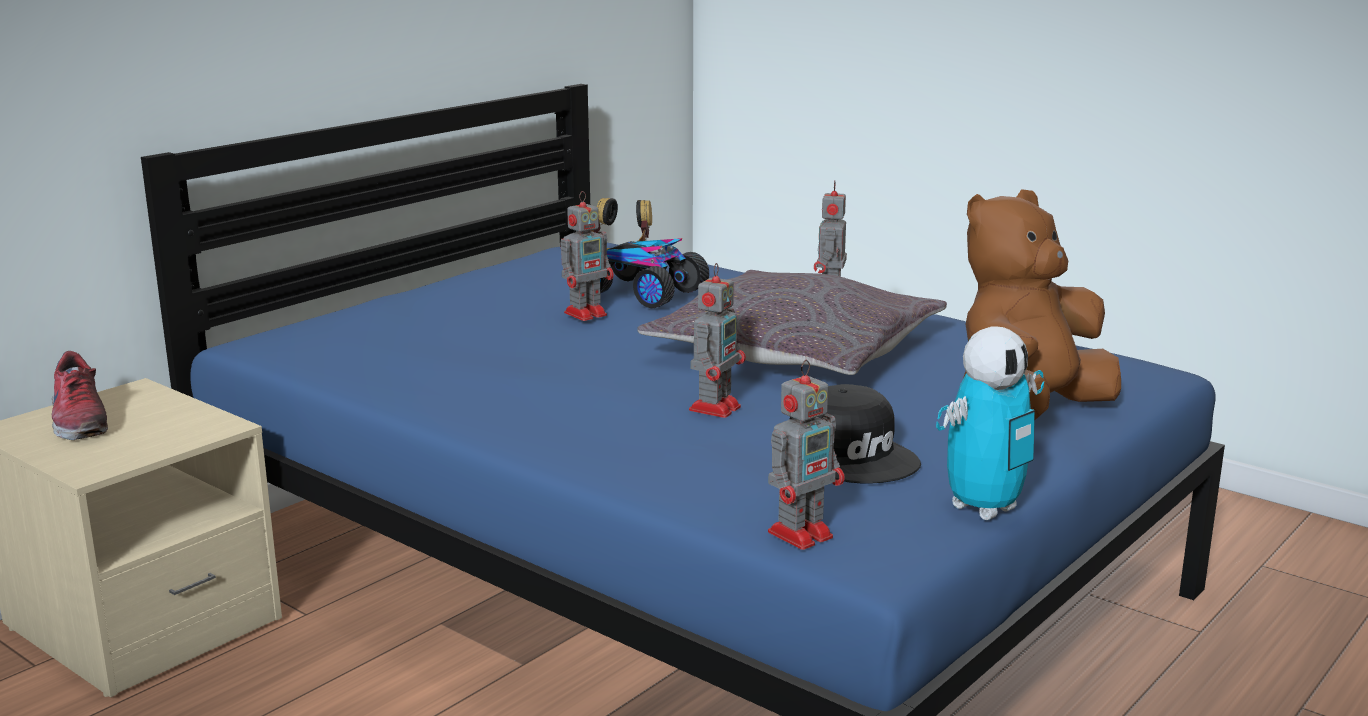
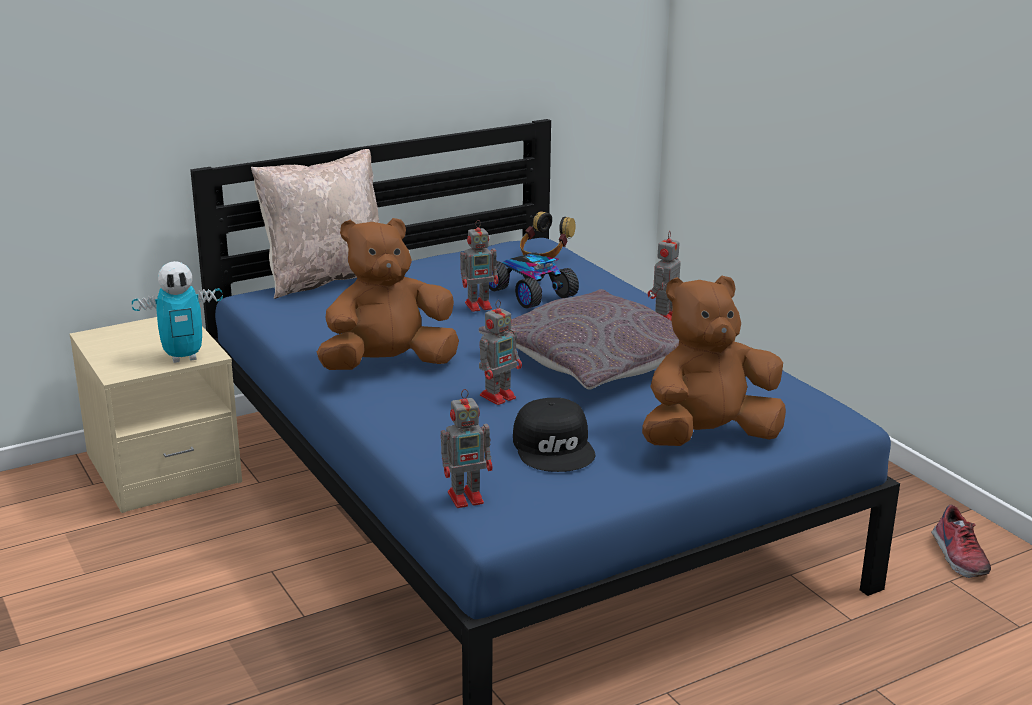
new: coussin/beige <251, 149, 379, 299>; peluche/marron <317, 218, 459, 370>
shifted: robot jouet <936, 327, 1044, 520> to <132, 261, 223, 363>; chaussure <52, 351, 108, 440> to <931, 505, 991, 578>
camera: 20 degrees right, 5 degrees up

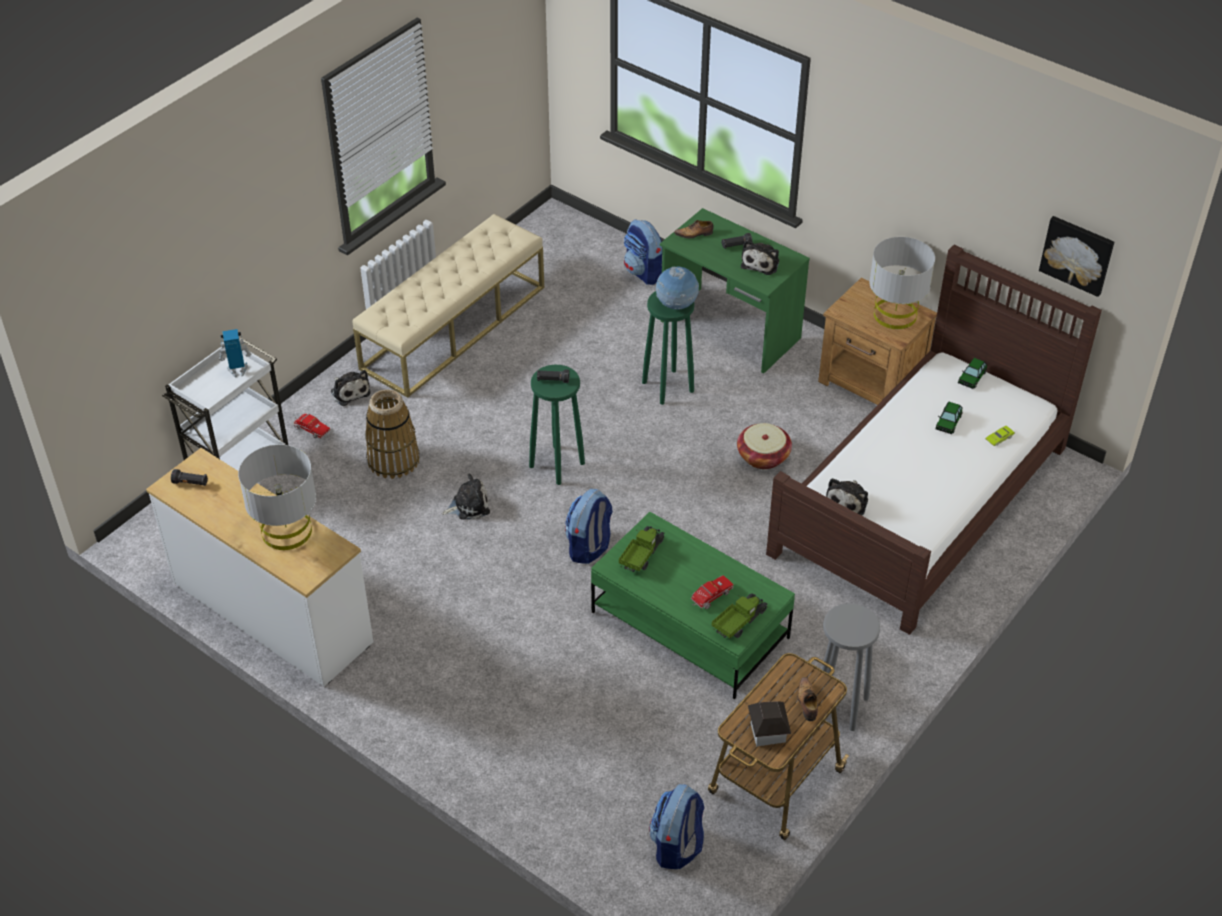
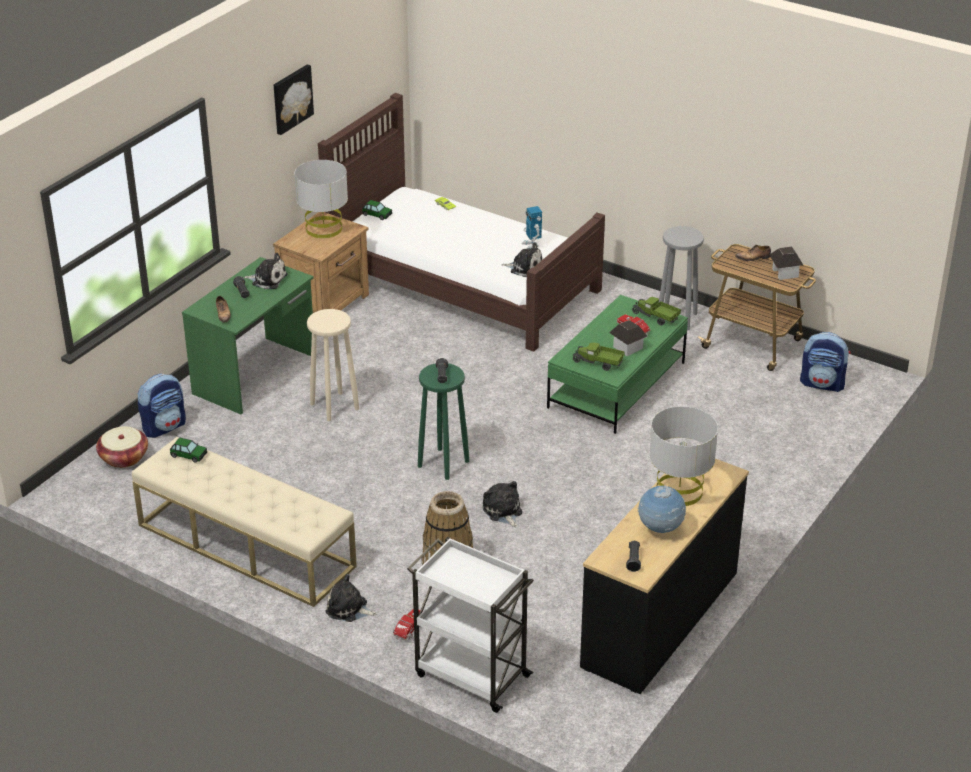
gone: sac à dos <565, 489, 613, 564>
new: maison miniature <610, 320, 648, 356>
shifted: tableau <1039, 216, 1114, 297> to <274, 64, 314, 135>; globe <656, 266, 699, 310> to <637, 485, 686, 533>; robot jouet <219, 329, 251, 377> to <521, 206, 542, 249>; petite voiture <936, 402, 963, 434> to <170, 437, 207, 463>; panier <737, 423, 792, 469> to <96, 426, 148, 468>
repainted: tabouret/vert <642, 291, 695, 405> to tabouret/beige <307, 309, 359, 421>; commode/blanc <146, 448, 374, 686> to commode/noir <580, 459, 749, 694>
rotated: peluche <331, 370, 371, 406> = <325, 574, 377, 622> 120 degrees counterclockwise
camera: 95 degrees left, 10 degrees down

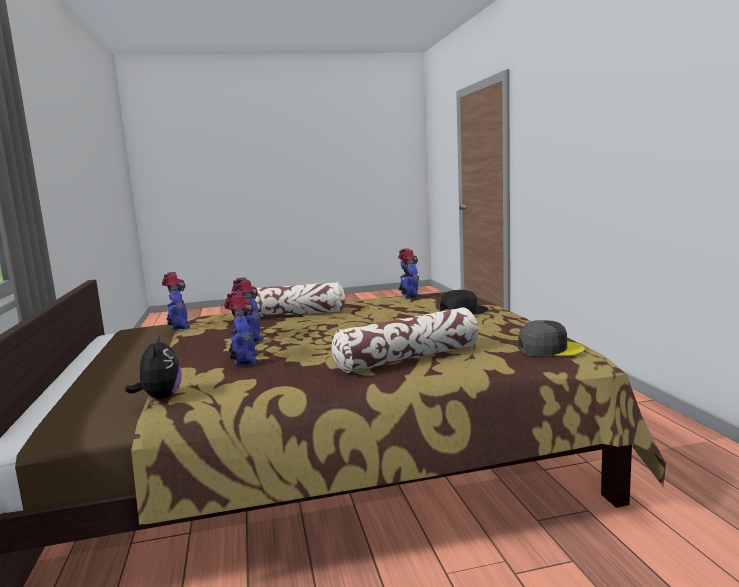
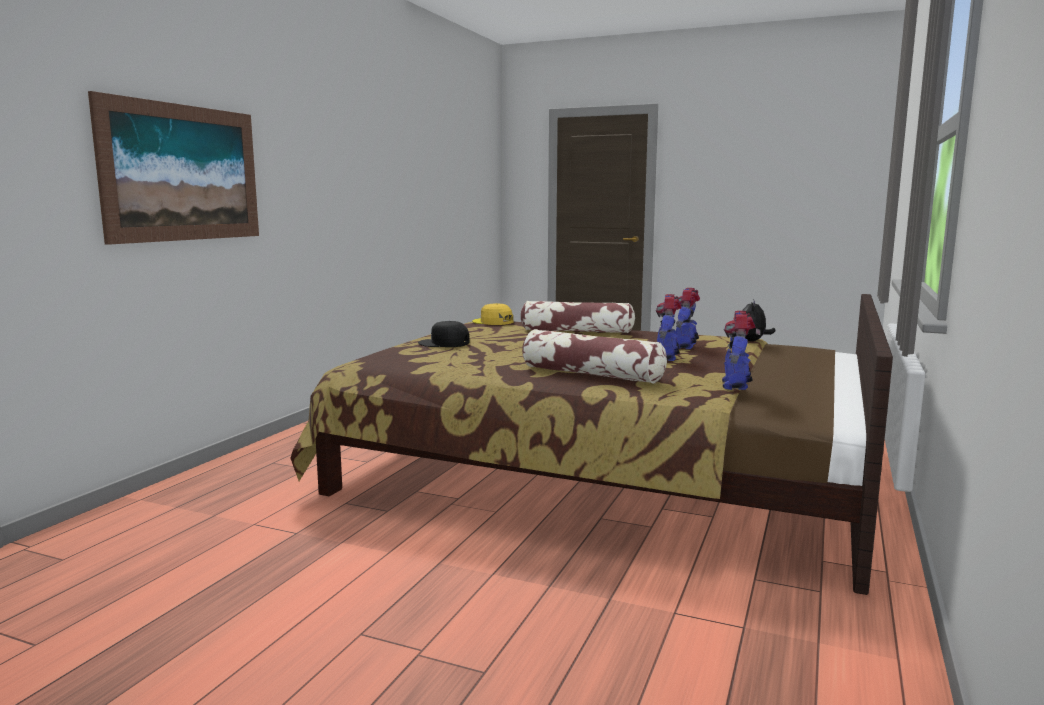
gone: robot jouet <398, 248, 420, 298>
new: tableau <88, 91, 259, 245>
repainted: casquette/gris <518, 320, 585, 356> to casquette/jaune <472, 303, 514, 325>
camera: 145 degrees left, 0 degrees up

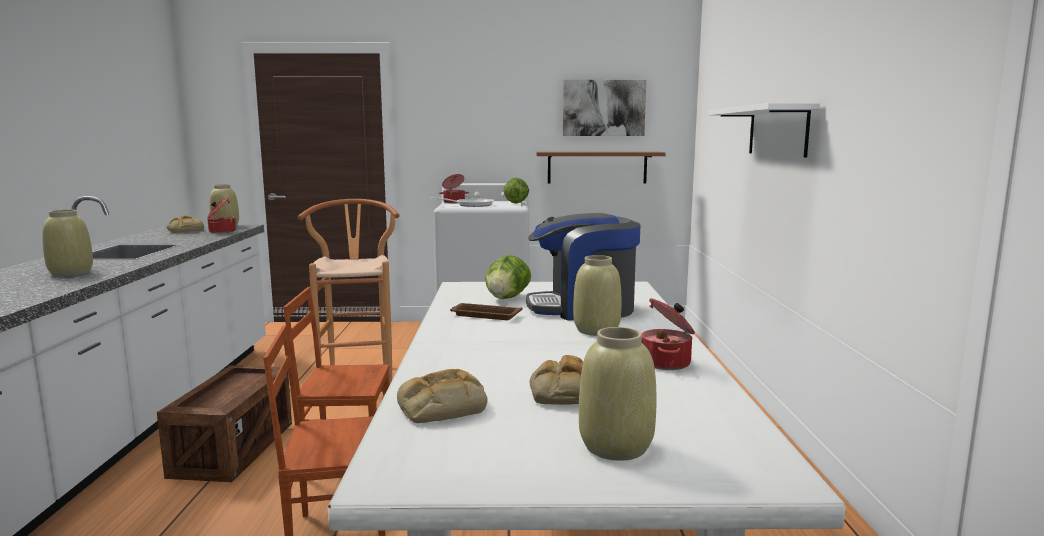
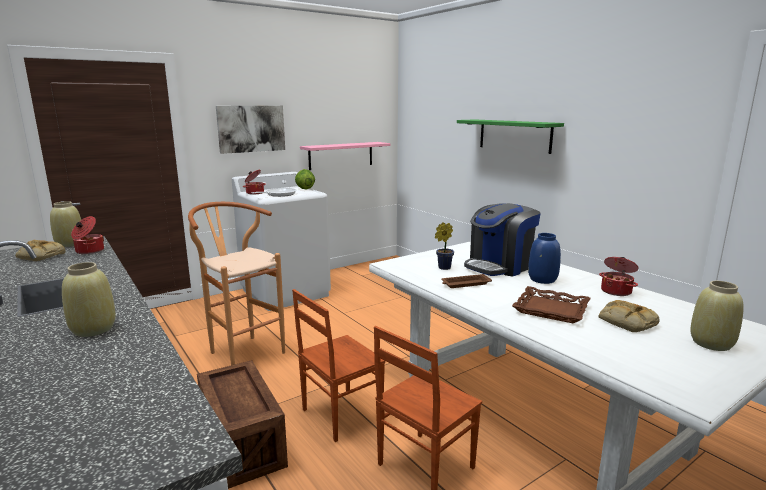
gone: pain <397, 369, 488, 423>
new: plateau/marron <512, 286, 591, 323>
shifted: tableau <563, 80, 646, 136> to <216, 106, 285, 154>
swapped: laitue <485, 255, 531, 299> to plante en pot <435, 222, 454, 270>
repainted: étagère/blanc <709, 103, 820, 157> to étagère/vert <457, 119, 564, 154>; étagère/marron <536, 152, 666, 184> to étagère/rose <300, 142, 391, 170>; vase/beige <573, 255, 621, 336> to vase/bleu <528, 233, 561, 284>
camera: 35 degrees left, 5 degrees up

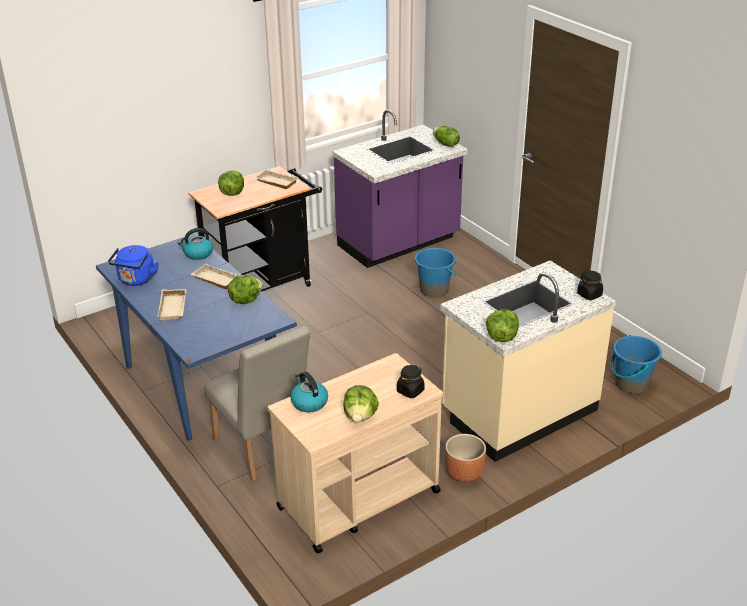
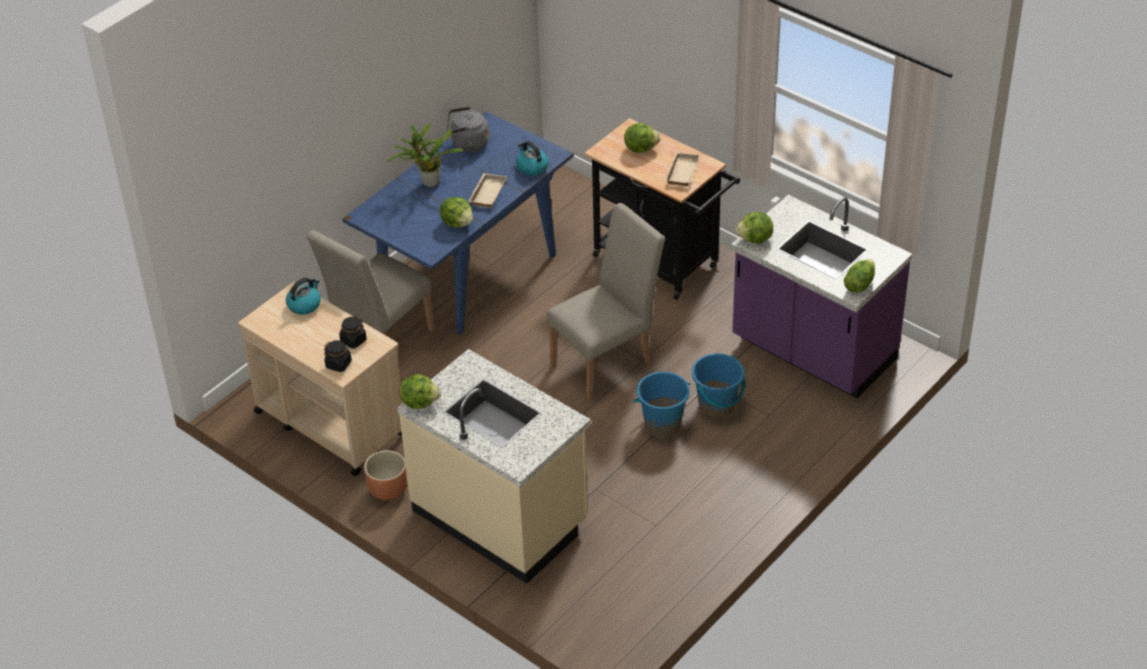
new: chaise/beige <547, 203, 665, 400>
shifted: bocal/noir <577, 270, 603, 300> to <339, 316, 367, 349>; seau/bleu <611, 335, 662, 393> to <633, 372, 691, 436>; laitue <343, 385, 379, 422> to <735, 212, 773, 244>
swapped: plateau/beige <157, 289, 186, 321> to plante en pot <388, 123, 463, 187>
repainted: bouilloire/bleu <108, 245, 159, 286> to bouilloire/gris <447, 107, 489, 152>
camera: 75 degrees right, 10 degrees up

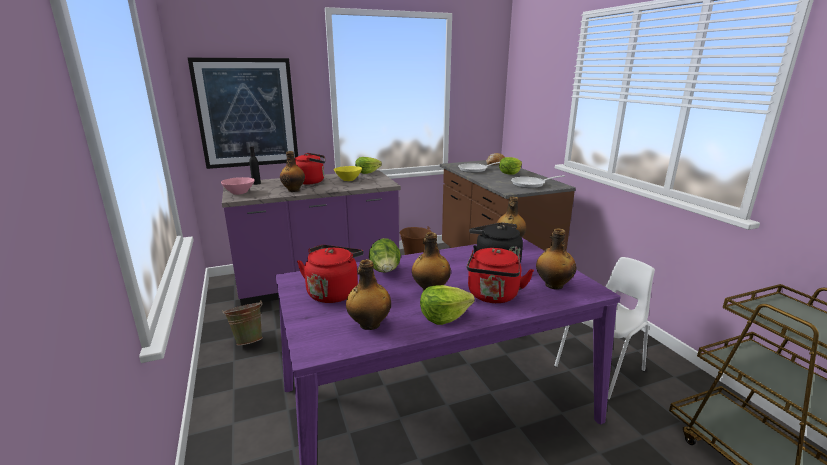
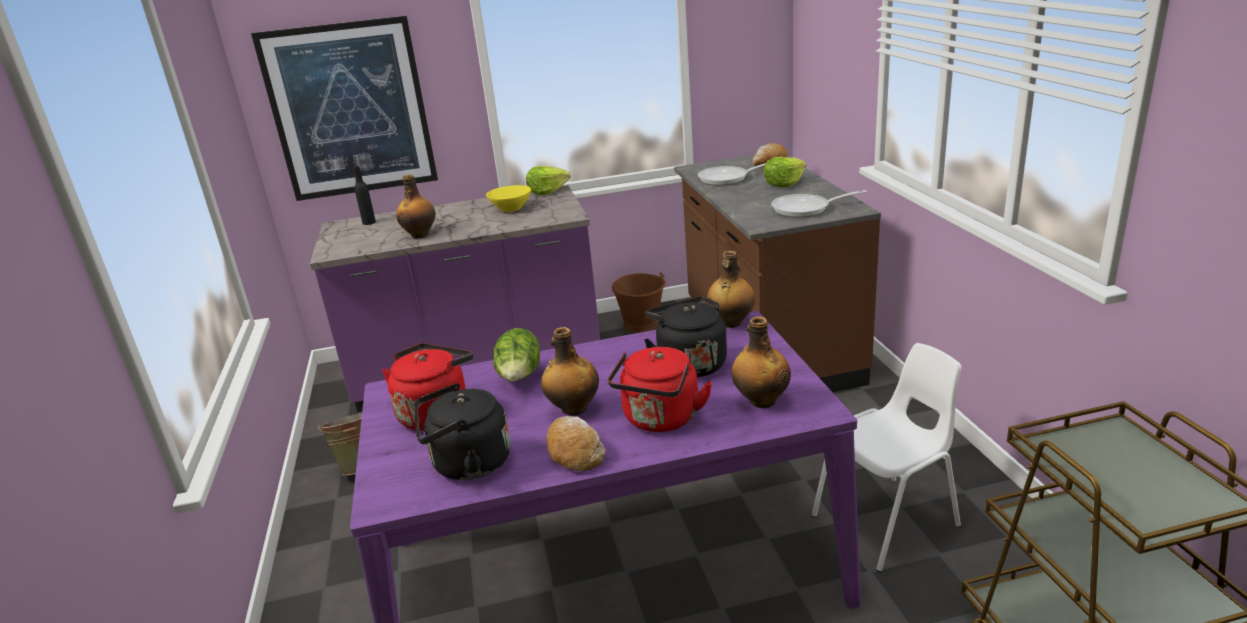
gone: bouilloire/rouge <295, 153, 325, 185>; bol/rose <221, 177, 255, 195>
swapped: bouteille <346, 259, 391, 330> to bouilloire/noir <414, 383, 510, 480>; laitue <420, 285, 475, 325> to pain <546, 416, 606, 471>
camera: 10 degrees right, 5 degrees up

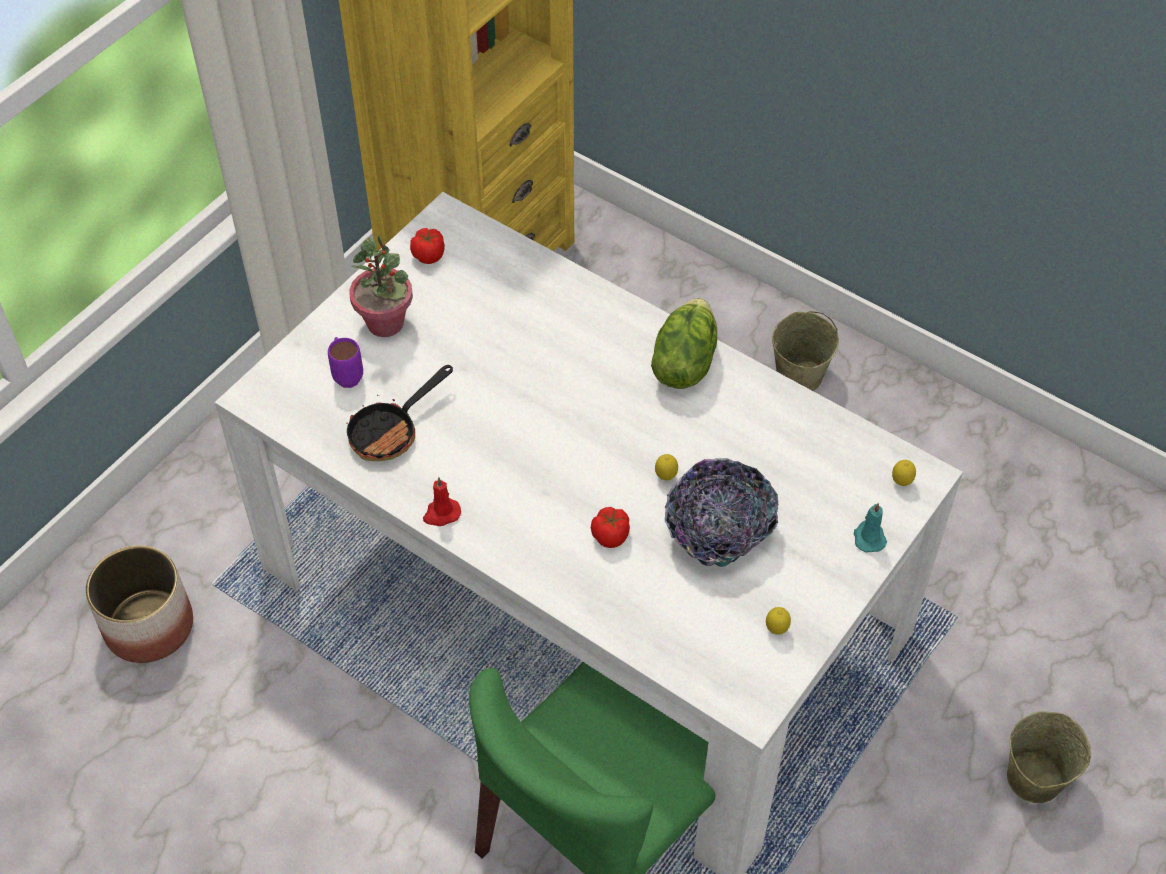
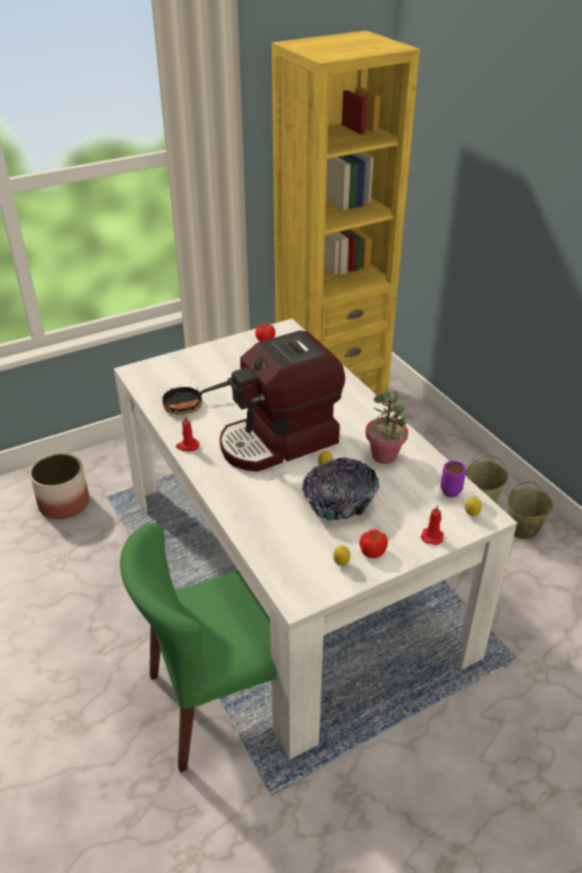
gone: laitue <651, 298, 717, 389>
new: machine à café <220, 330, 345, 472>
shifted: plante en pot <349, 235, 413, 337> to <365, 390, 408, 464>; mug/violet <328, 337, 363, 388> to <441, 461, 466, 498>; tomate <591, 507, 630, 548> to <359, 529, 388, 558>; seau/beige <1007, 711, 1091, 803> to <508, 482, 553, 540>
repainted: bougie/turquoise <854, 503, 887, 552> to bougie/rouge <421, 505, 444, 545>
camera: 25 degrees right, 15 degrees down

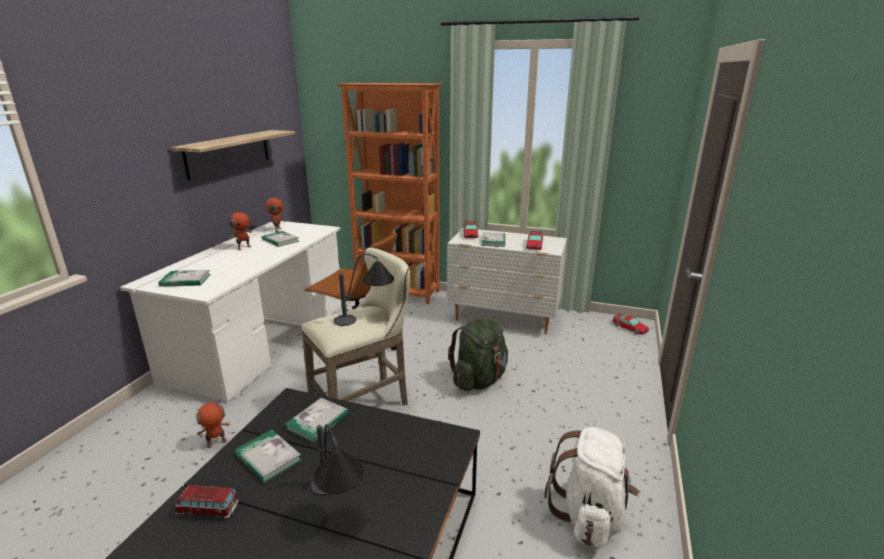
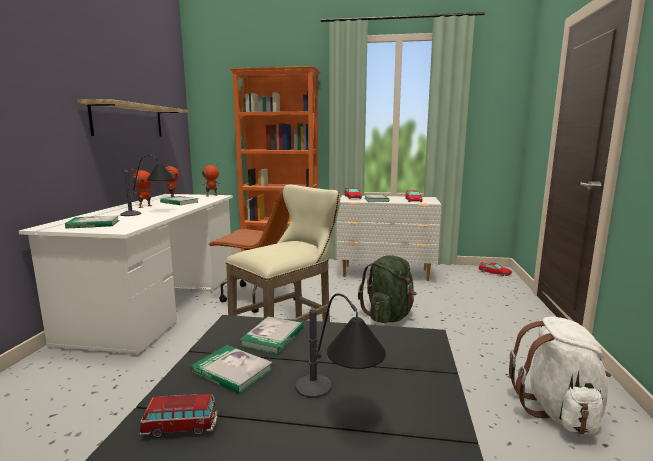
shifted: lampe de table <334, 254, 394, 326> to <120, 155, 174, 216>; robot jouet <196, 399, 230, 448> to <202, 163, 220, 196>
camera: 10 degrees left, 10 degrees down

